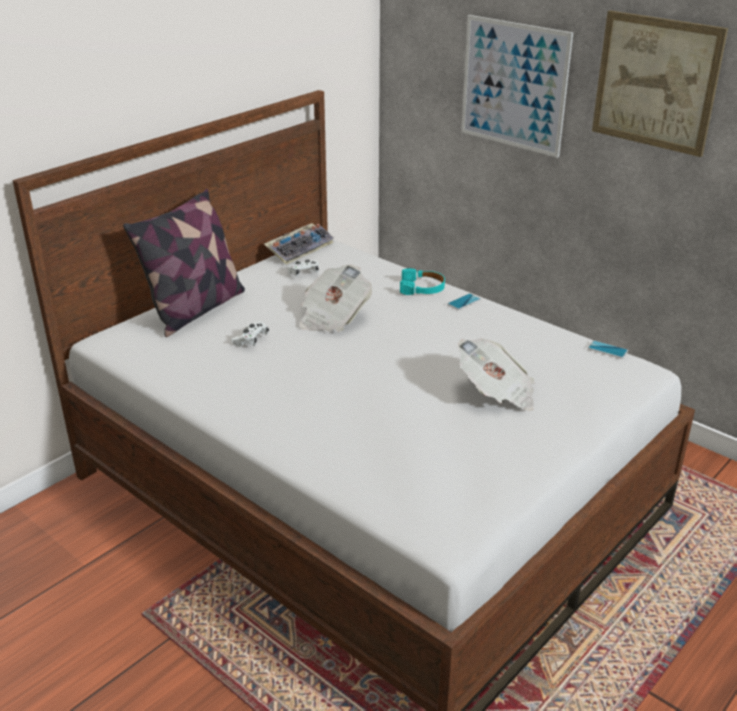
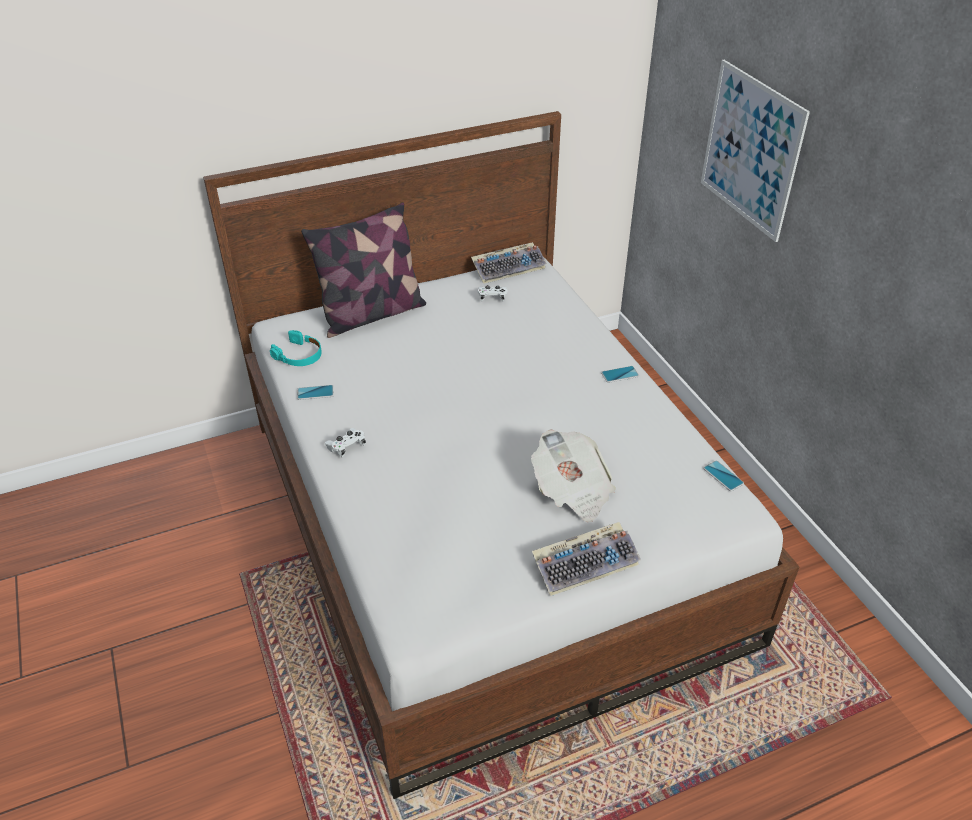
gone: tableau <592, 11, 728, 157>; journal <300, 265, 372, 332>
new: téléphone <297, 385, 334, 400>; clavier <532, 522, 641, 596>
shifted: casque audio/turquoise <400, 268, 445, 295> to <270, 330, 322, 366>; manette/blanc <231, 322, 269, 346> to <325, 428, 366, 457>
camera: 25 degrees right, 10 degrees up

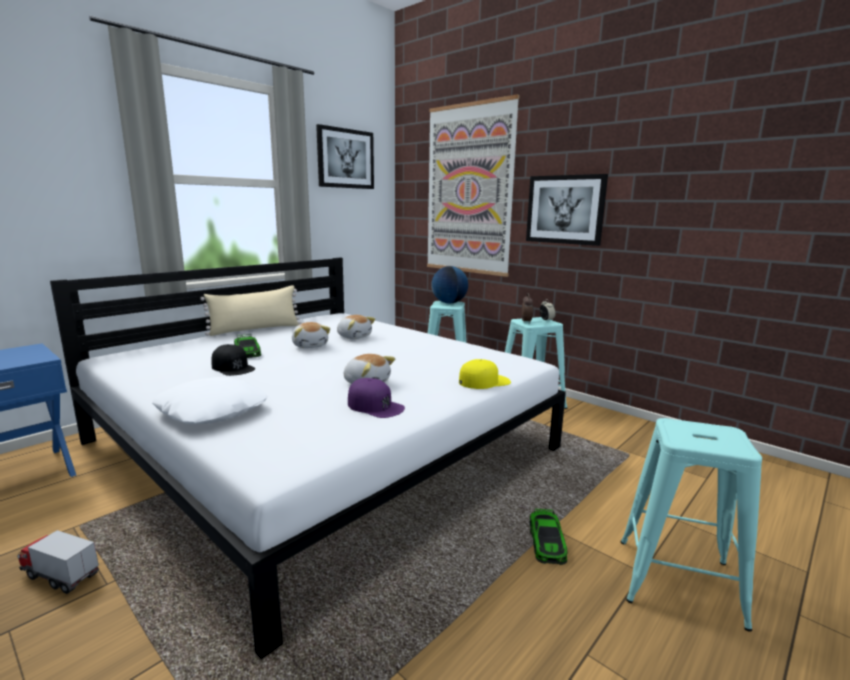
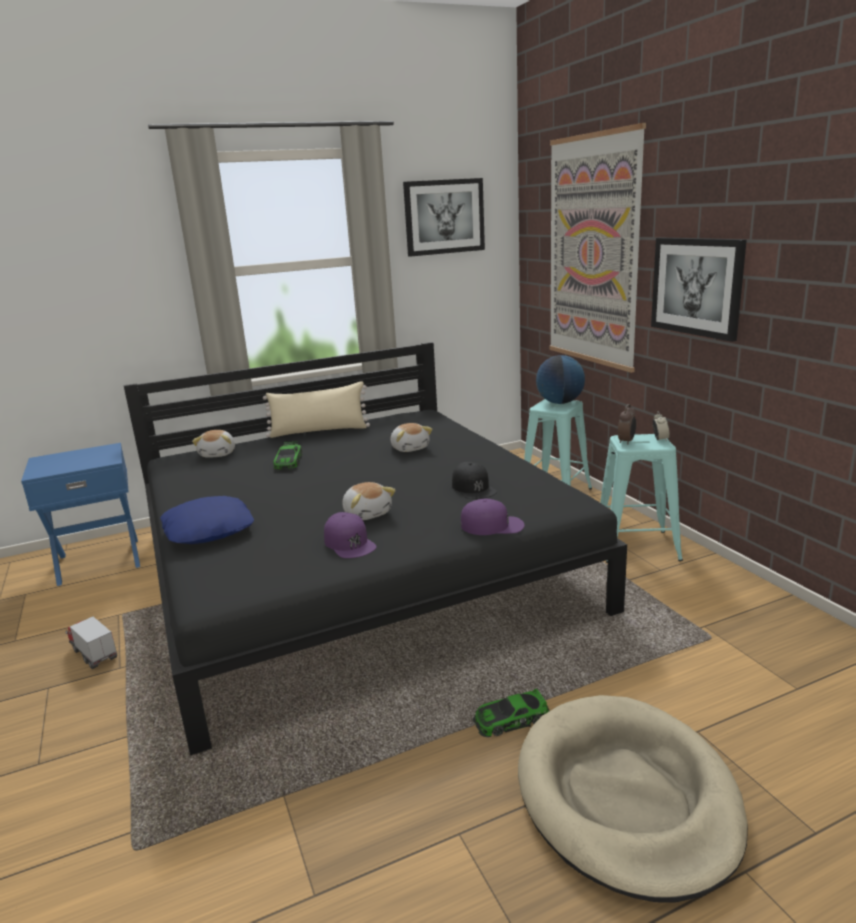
shifted: peluche <292, 322, 330, 348> to <192, 430, 235, 458>; casquette/noir <211, 344, 255, 376> to <452, 462, 497, 499>
swapped: tabouret/turquoise <621, 418, 762, 632> to panier pour chien/beige <518, 695, 748, 902>
repainted: lit/blanc <50, 257, 566, 659> to lit/noir <124, 342, 627, 755>; casquette/jaune <459, 359, 511, 389> to casquette/violet <461, 499, 525, 535>; coussin/blanc <152, 377, 267, 424> to coussin/bleu <160, 496, 254, 544>
rotated: petite voiture <529, 509, 567, 565> = <473, 688, 550, 737> 45 degrees clockwise
camera: 25 degrees right, 5 degrees up

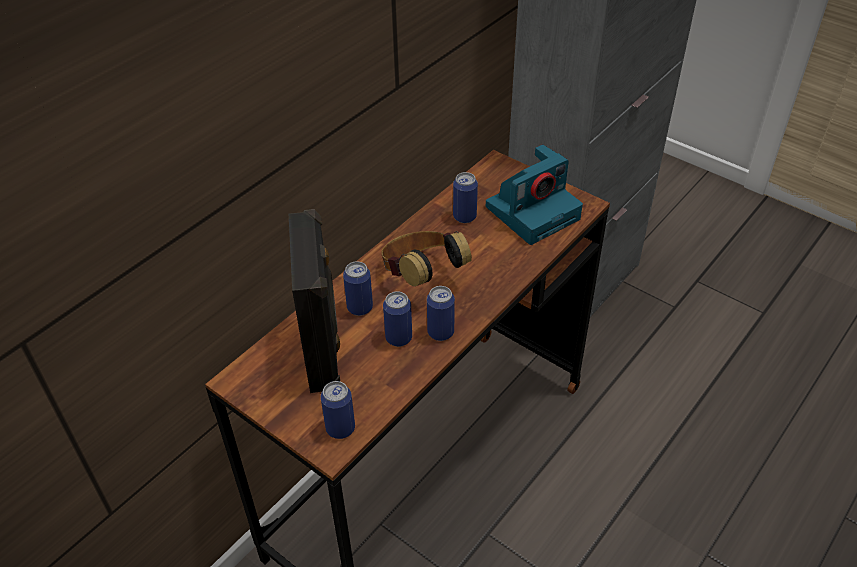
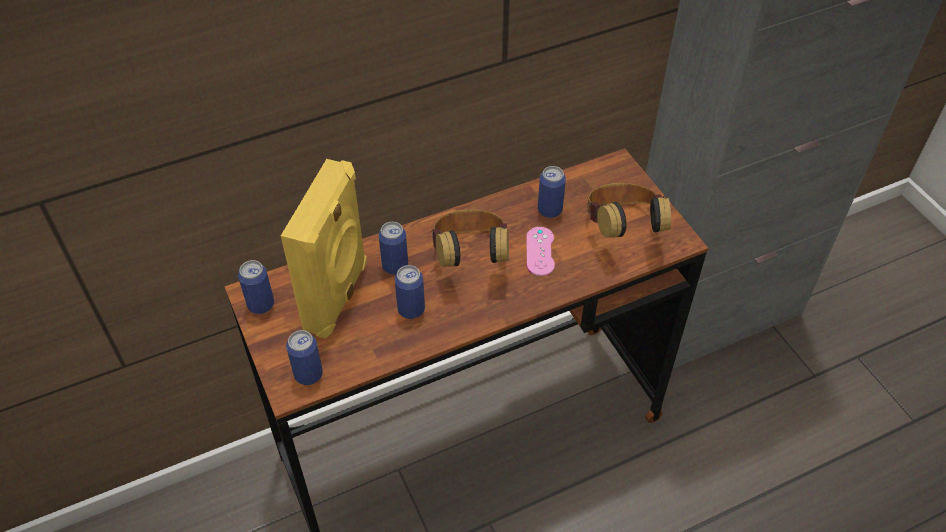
new: manette/rose <526, 227, 555, 276>
shifted: boîte métallique <427, 286, 455, 341> to <238, 260, 274, 314>
swapped: appareil photo <486, 145, 583, 245> to casque audio <587, 183, 671, 238>
repainted: enceinte/noir <289, 209, 340, 393> to enceinte/jaune <281, 159, 367, 339>
camera: 25 degrees right, 5 degrees up

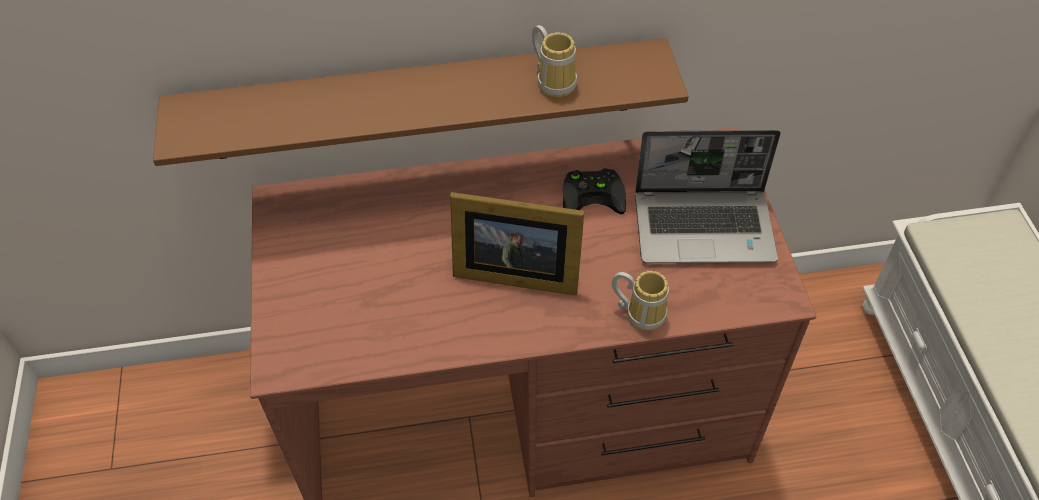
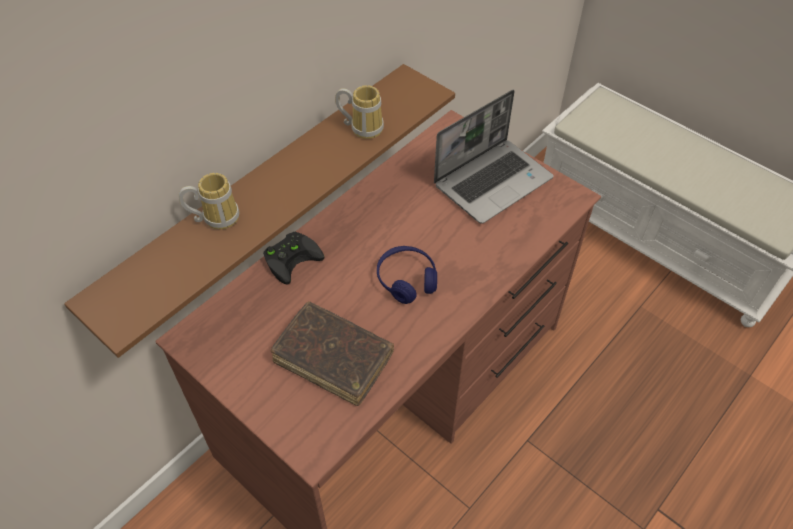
new: livre/marron <271, 301, 394, 406>
shifted: manette/noir <563, 168, 626, 214> to <263, 232, 325, 284>; mug <612, 271, 669, 331> to <179, 173, 240, 230>
swapped: cadre photo <450, 192, 584, 296> to casque audio/bleu <377, 246, 437, 304>
camera: 40 degrees left, 0 degrees up

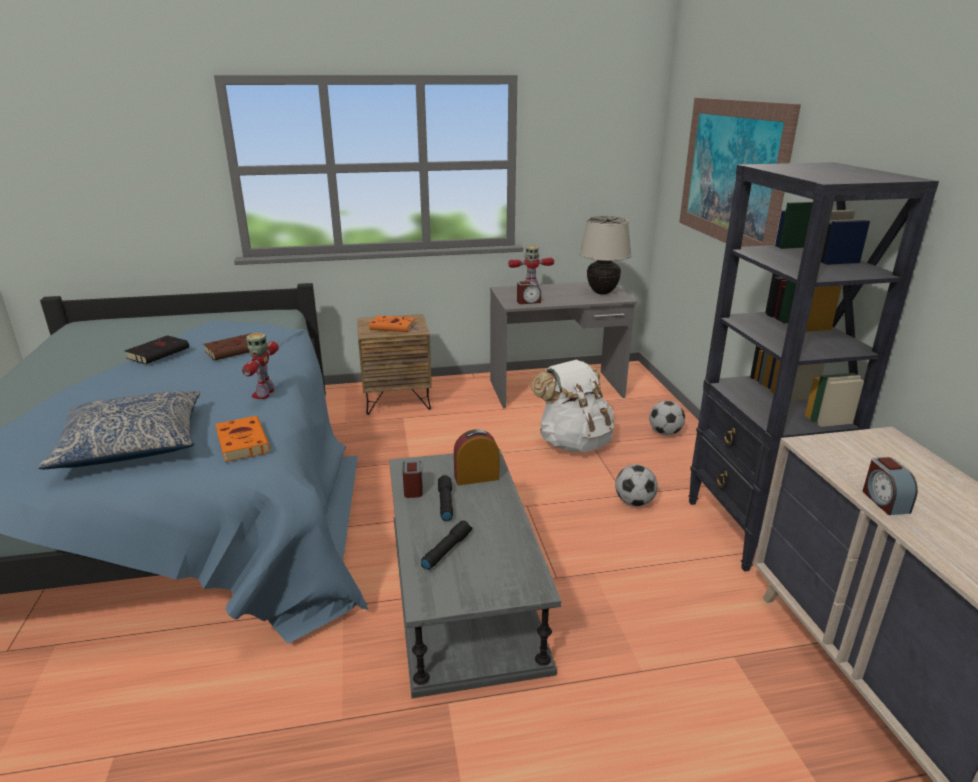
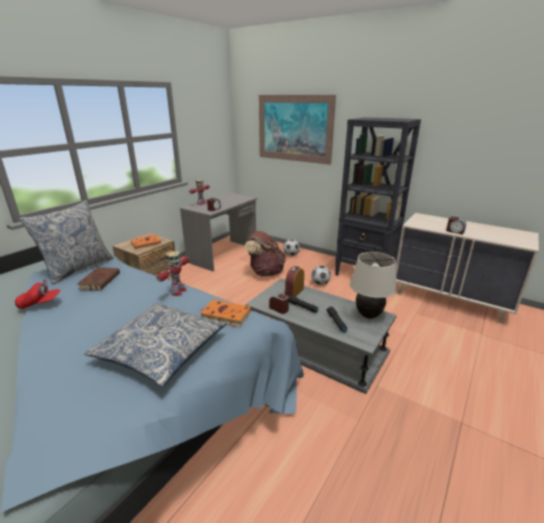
new: coussin <19, 200, 113, 285>
shifted: lampe de table/beige <579, 216, 632, 295> to <349, 252, 397, 319>
swapped: livre/noir <125, 335, 191, 364> to casquette/rouge <15, 280, 60, 309>
repainted: sac à dos/blanc <532, 360, 614, 452> to sac à dos/marron <244, 231, 286, 276>
rotated: robot jouet <242, 333, 279, 399> = <156, 251, 189, 296> 120 degrees counterclockwise
camera: 45 degrees left, 0 degrees up

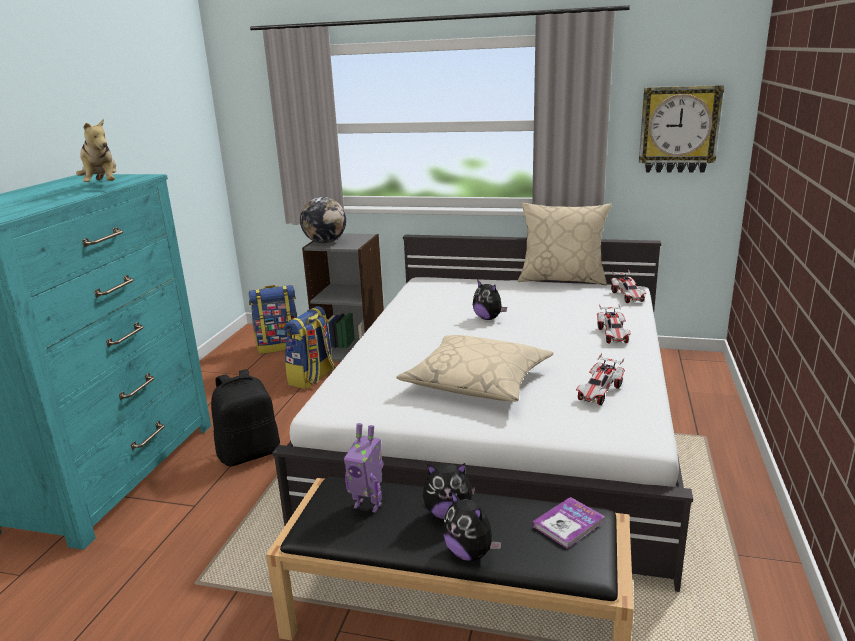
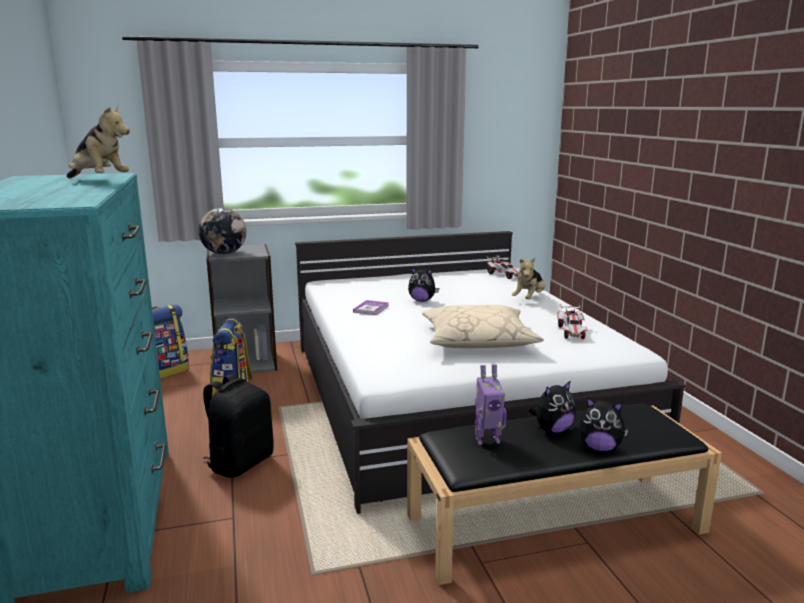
gone: horloge murale <639, 85, 724, 173>; coussin/beige <518, 203, 611, 285>
shifted: livre <532, 497, 605, 548> to <353, 300, 389, 315>
swapped: petite voiture <597, 304, 631, 344> to peluche <512, 258, 545, 299>
camera: 30 degrees left, 5 degrees down

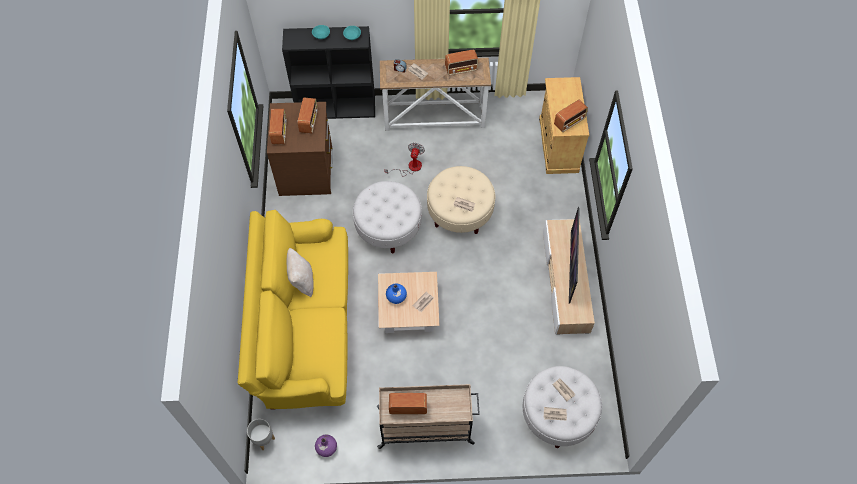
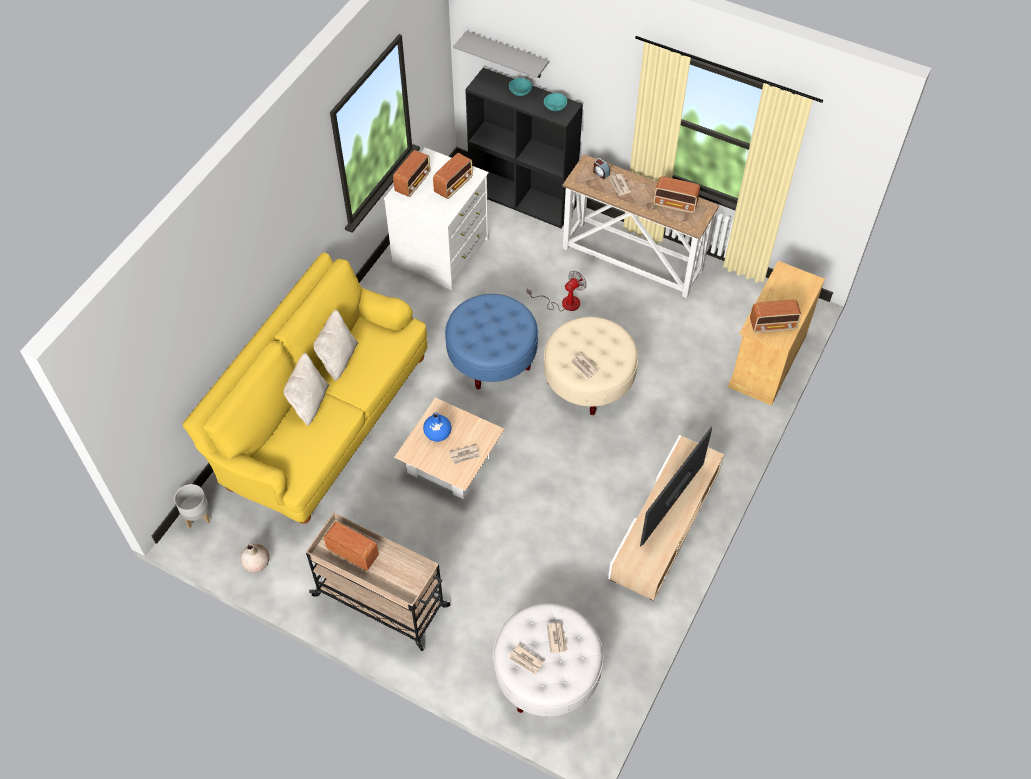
new: étagère/gris <453, 31, 549, 78>; coussin/beige <284, 353, 329, 426>
repainted: commode/marron <267, 102, 333, 196> to commode/blanc <384, 148, 489, 290>; pouf/blanc <353, 181, 422, 254> to pouf/bleu <445, 294, 538, 389>; vase/violet <315, 434, 337, 457> to vase/beige <240, 544, 270, 573>
camera: 30 degrees right, 5 degrees down

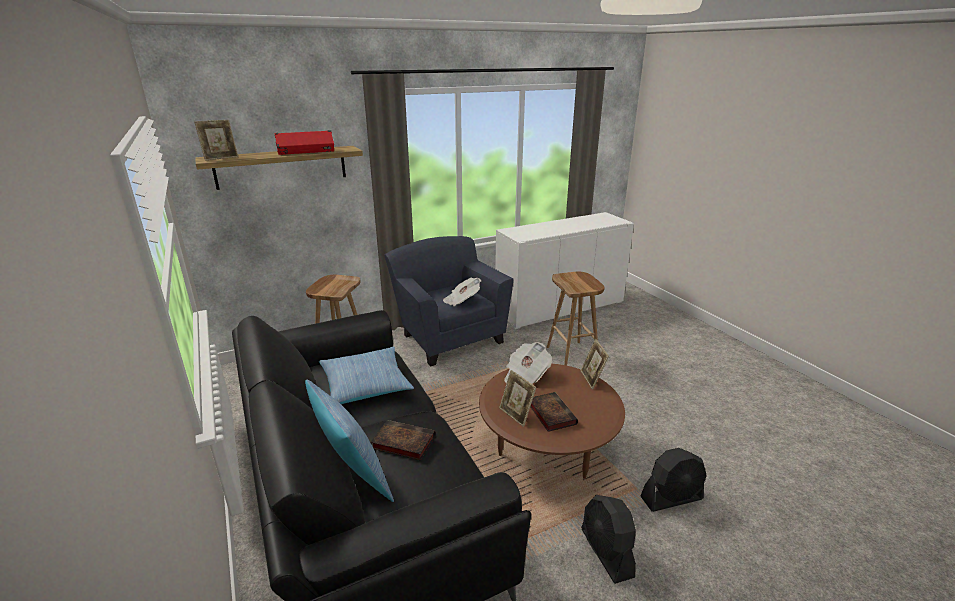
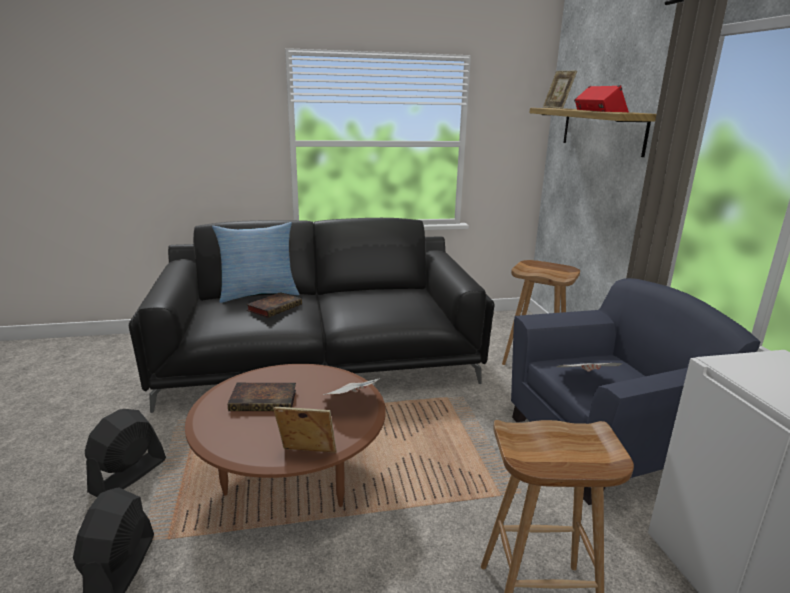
gone: coussin <319, 347, 414, 404>; cadre photo <499, 370, 536, 427>
rotated: ventilateur/noir <581, 495, 636, 584> = <85, 409, 166, 497> 60 degrees counterclockwise
camera: 105 degrees right, 5 degrees down

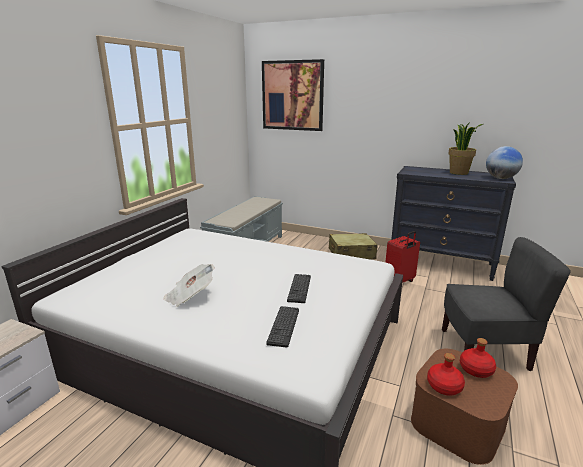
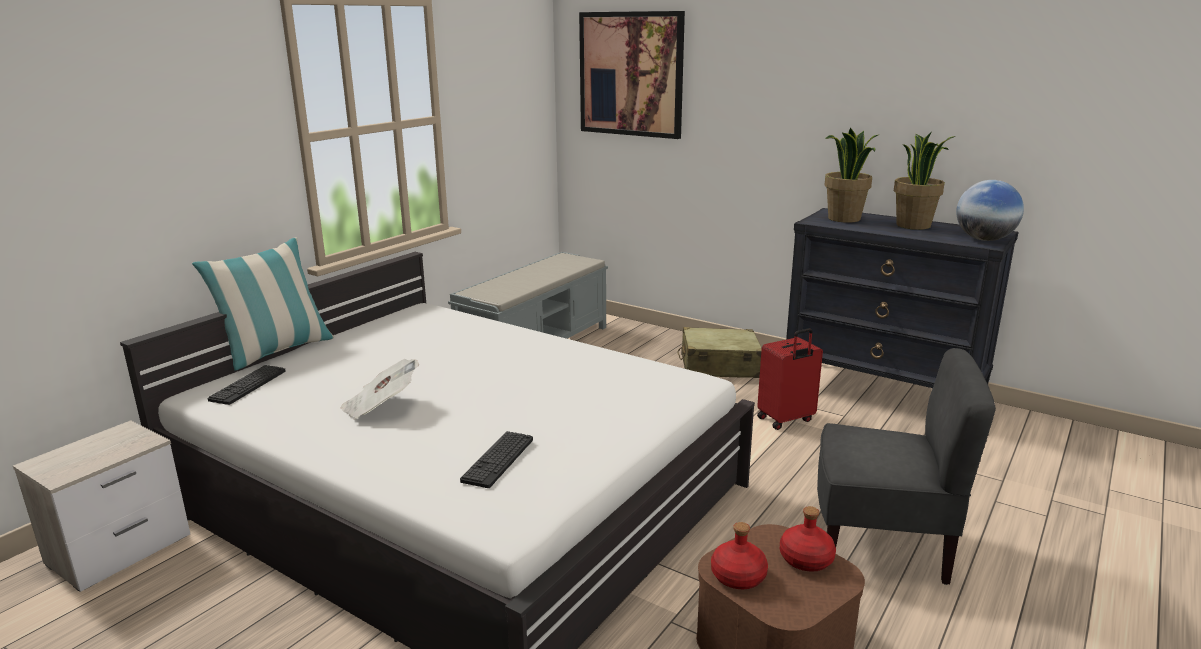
new: plante en pot <825, 128, 880, 223>; coussin <192, 237, 334, 371>
shifted: clavier <287, 274, 311, 303> to <208, 365, 286, 405>
camera: 10 degrees right, 0 degrees up

